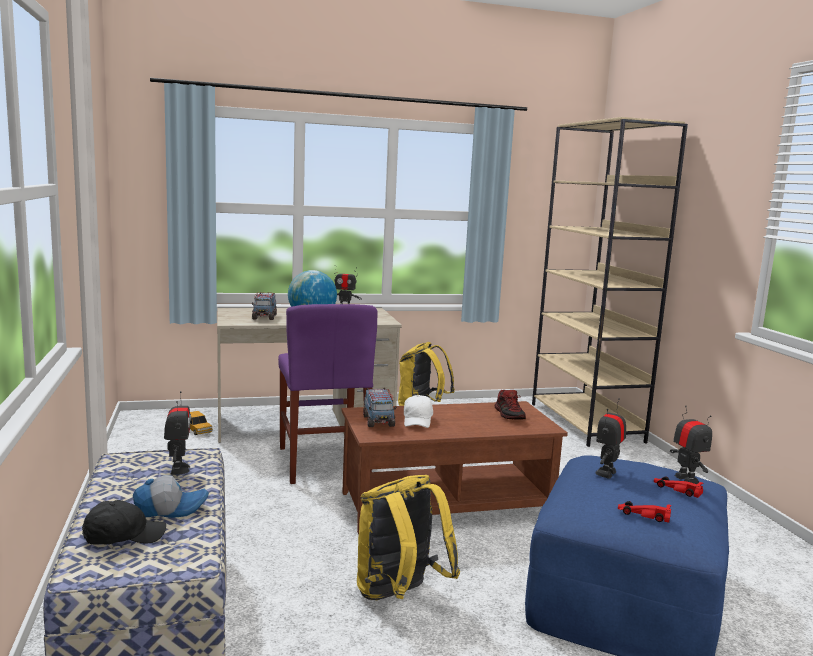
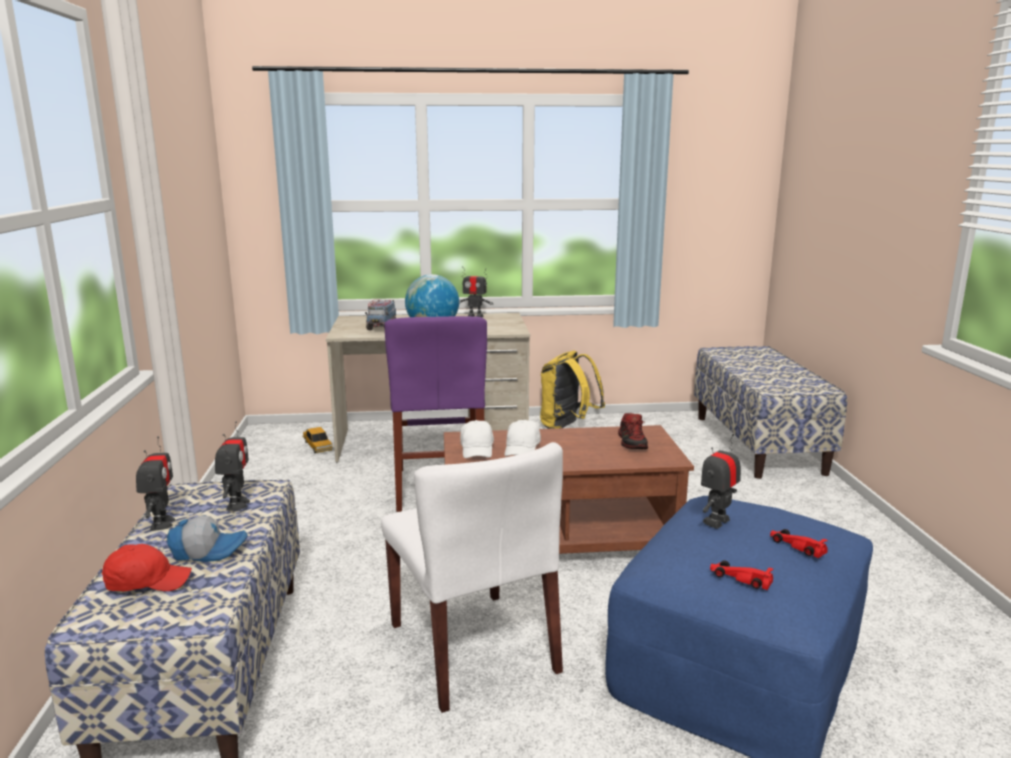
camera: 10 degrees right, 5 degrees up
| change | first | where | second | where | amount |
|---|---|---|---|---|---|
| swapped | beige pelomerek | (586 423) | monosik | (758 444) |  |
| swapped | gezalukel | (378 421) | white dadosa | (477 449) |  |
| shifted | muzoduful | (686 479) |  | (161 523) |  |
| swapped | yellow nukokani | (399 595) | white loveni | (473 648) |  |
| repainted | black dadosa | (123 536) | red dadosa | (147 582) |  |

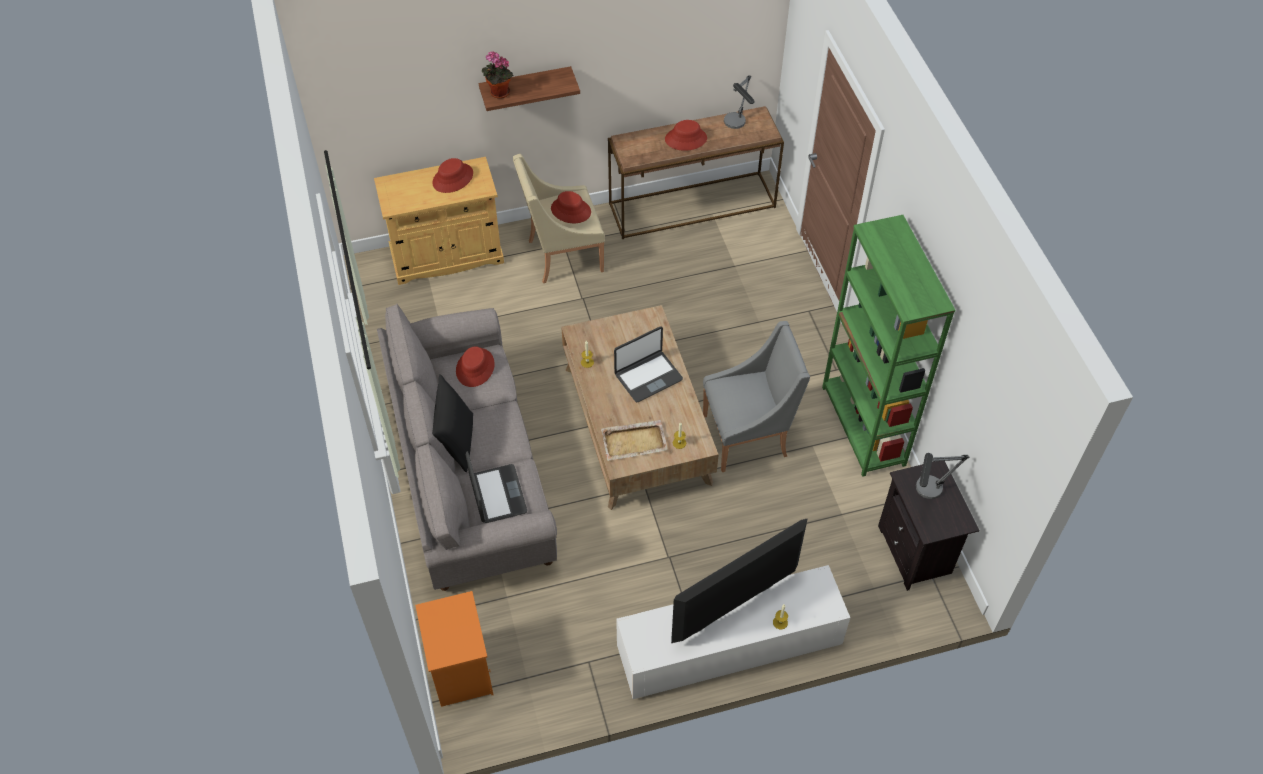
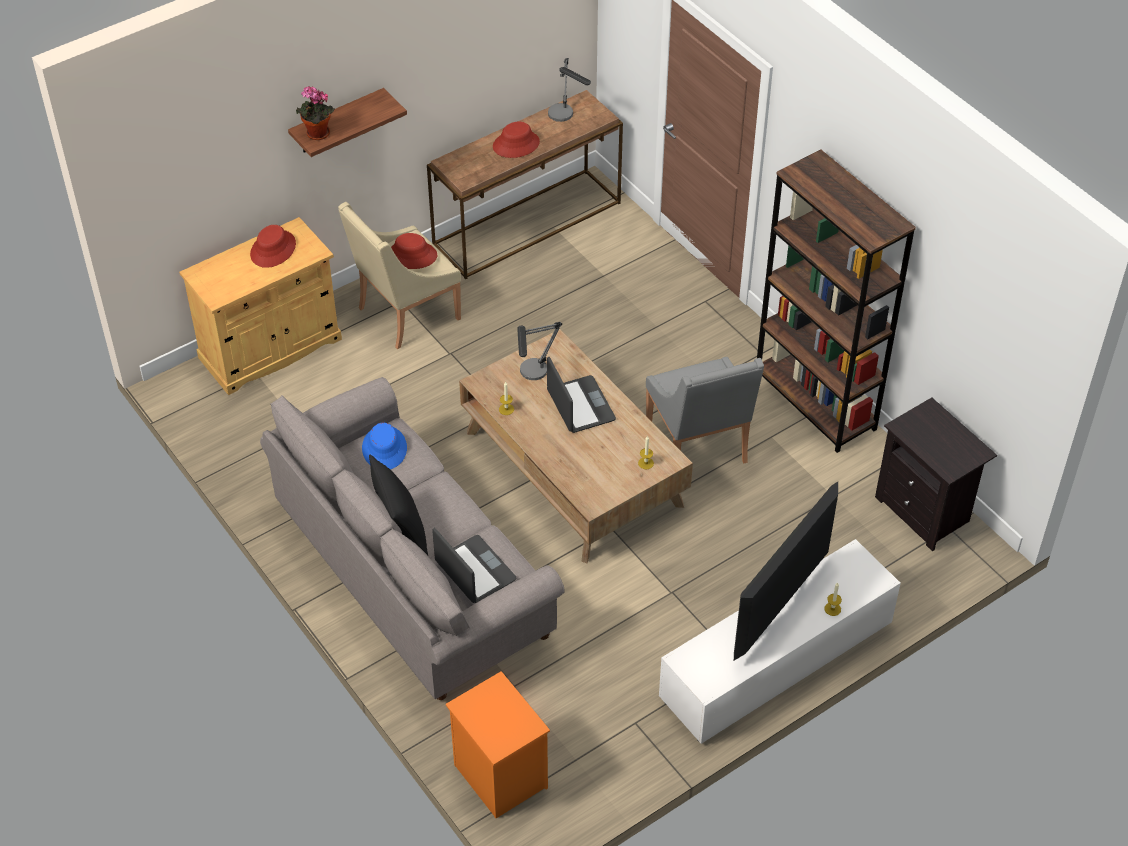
camera: 20 degrees left, 5 degrees down
| change | first | where | second | where | amount |
|---|---|---|---|---|---|
| repainted | green pelomerek | (863 426) | brown pelomerek | (815 402) |  |
| rotated | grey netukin | (748 435) |  | (699 446) | 105 degrees clockwise |
| rotated | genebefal | (648 376) |  | (580 406) | 60 degrees counterclockwise |
| repainted | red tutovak | (475 368) | blue tutovak | (384 448) |  |
| gone | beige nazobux | (635 441) |  |  |  |
| shifted | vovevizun | (926 494) |  | (532 376) |  |

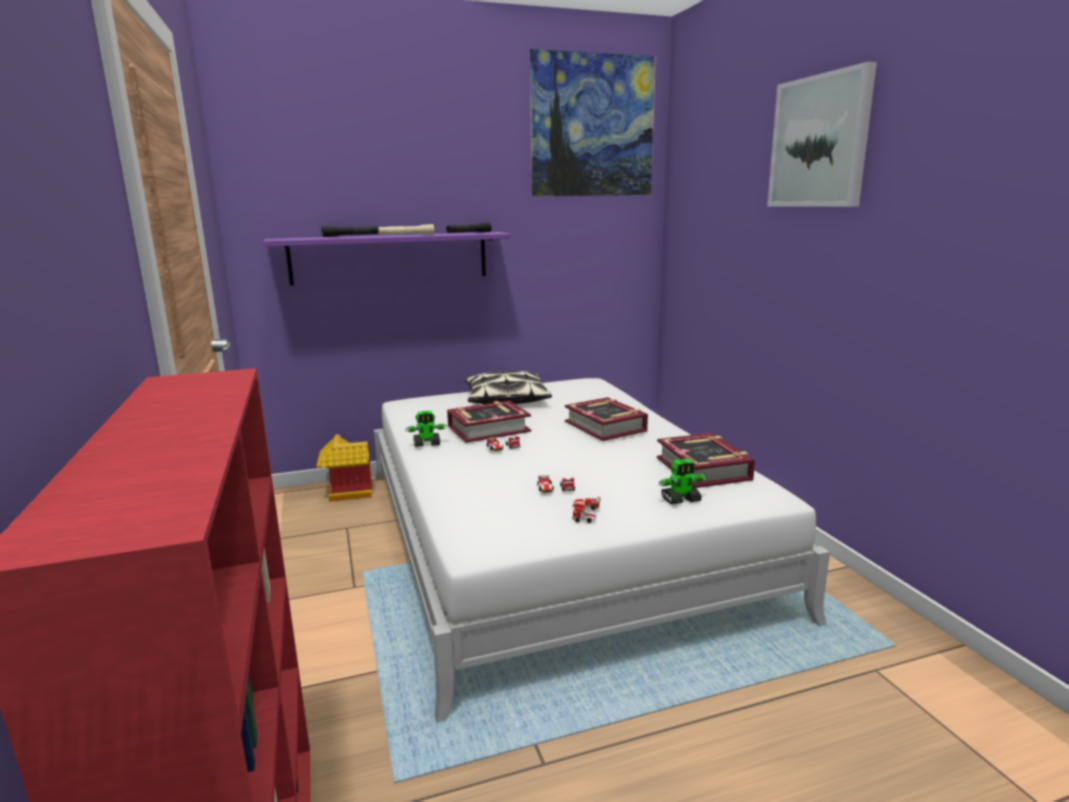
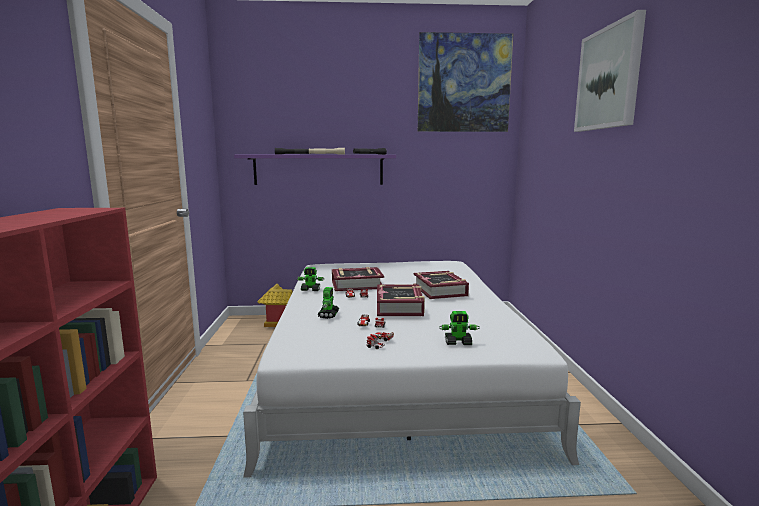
camera: 15 degrees right, 5 degrees down
| change | first | where | second | where | amount |
|---|---|---|---|---|---|
| gone | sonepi | (506 399) |  |  |  |
| shifted | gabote | (703 469) |  | (399 306) |  |
| new |  |  | muzoduful | (328 315) |  |

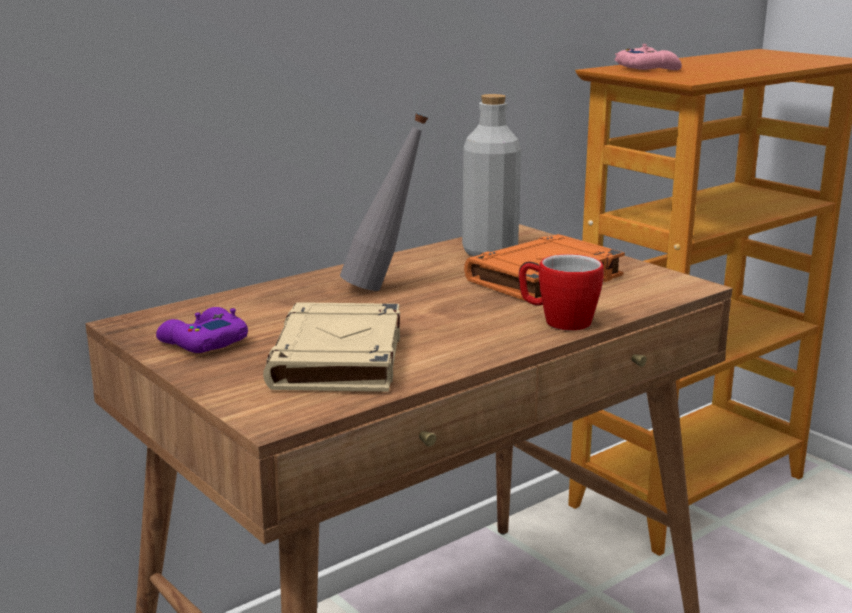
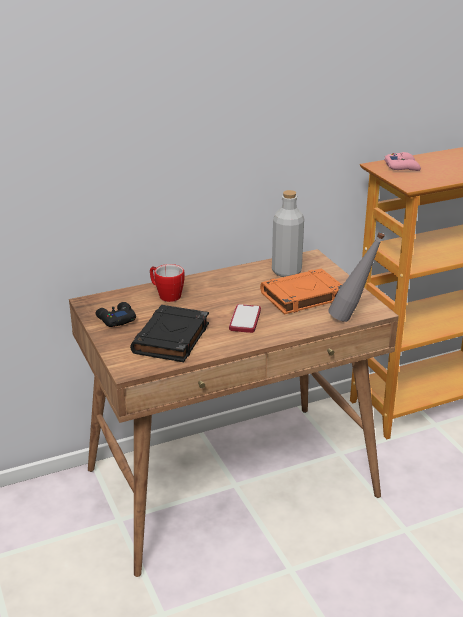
camera: 15 degrees right, 10 degrees up
| change | first | where | second | where | amount |
|---|---|---|---|---|---|
| shifted | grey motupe | (384 287) |  | (352 318) |  |
| shifted | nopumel | (558 321) |  | (166 295) |  |
| repainted | beige gabote | (338 359) | black gabote | (171 339) |  |
| repainted | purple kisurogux | (202 342) | black kisurogux | (116 319) |  |
| new |  |  | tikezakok | (245 320) |  |

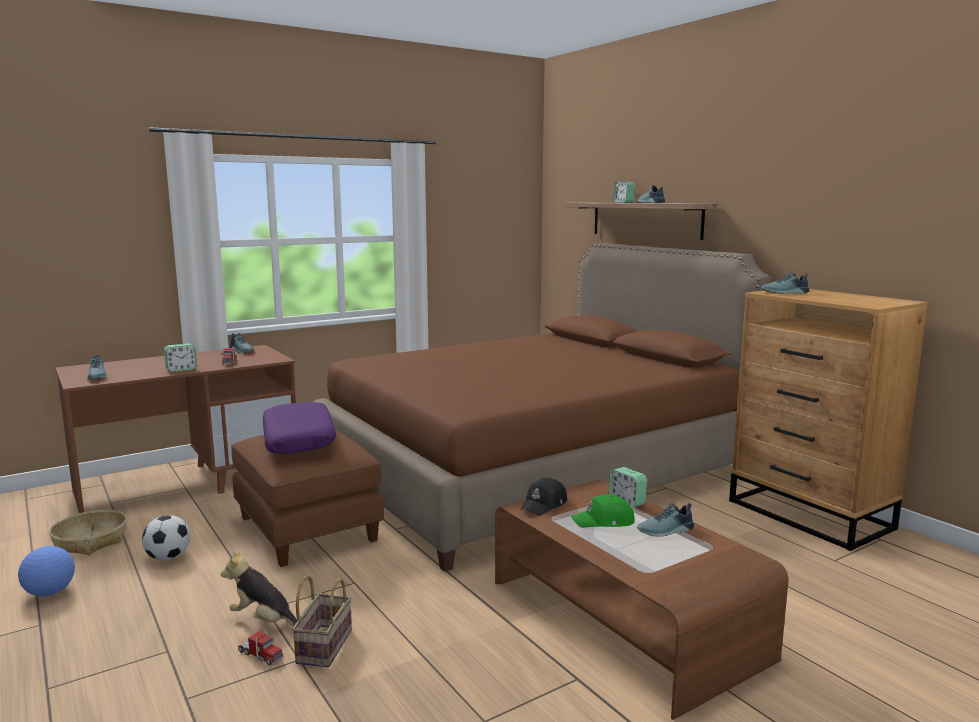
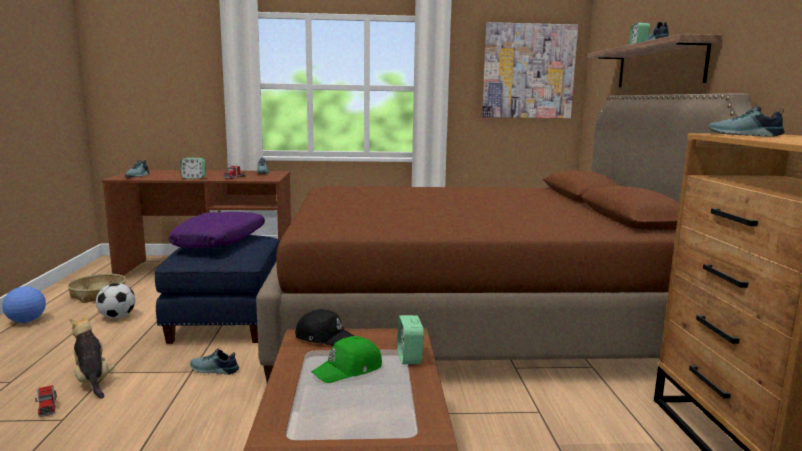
camera: 30 degrees right, 0 degrees up
| change | first | where | second | where | amount |
|---|---|---|---|---|---|
| repainted | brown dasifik | (309 528) | blue dasifik | (228 320) |  |
| rotated | black dadosa | (544 505) |  | (325 338) | 135 degrees counterclockwise |
| rotated | green dadosa | (604 521) |  | (349 370) | 60 degrees counterclockwise |
| shifted | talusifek | (666 531) |  | (213 370) |  |
| gone | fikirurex | (324 645) |  |  |  |
| new |  |  | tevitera | (528 71) |  |

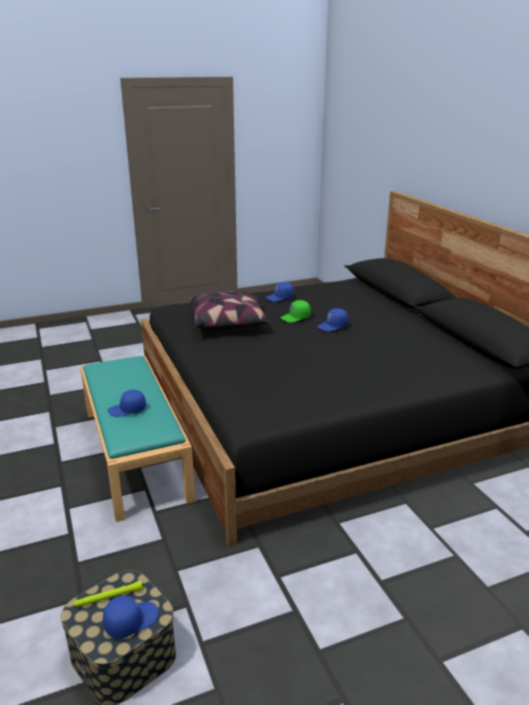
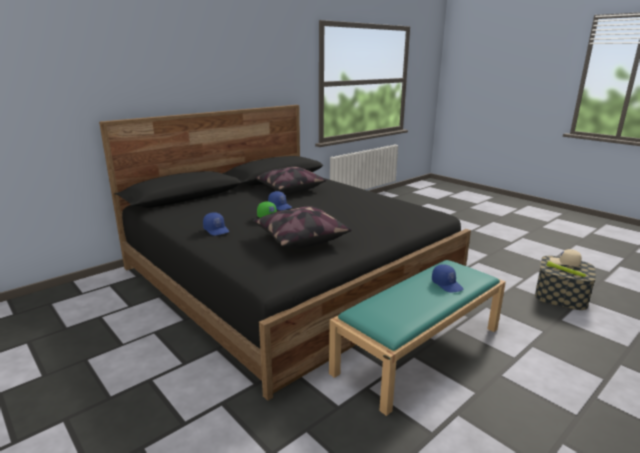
camera: 110 degrees left, 5 degrees down
| change | first | where | second | where | amount |
|---|---|---|---|---|---|
| repainted | blue dadosa | (131 620) | beige dadosa | (564 263) |  |
| new |  |  | sonepi | (289 189) |  |

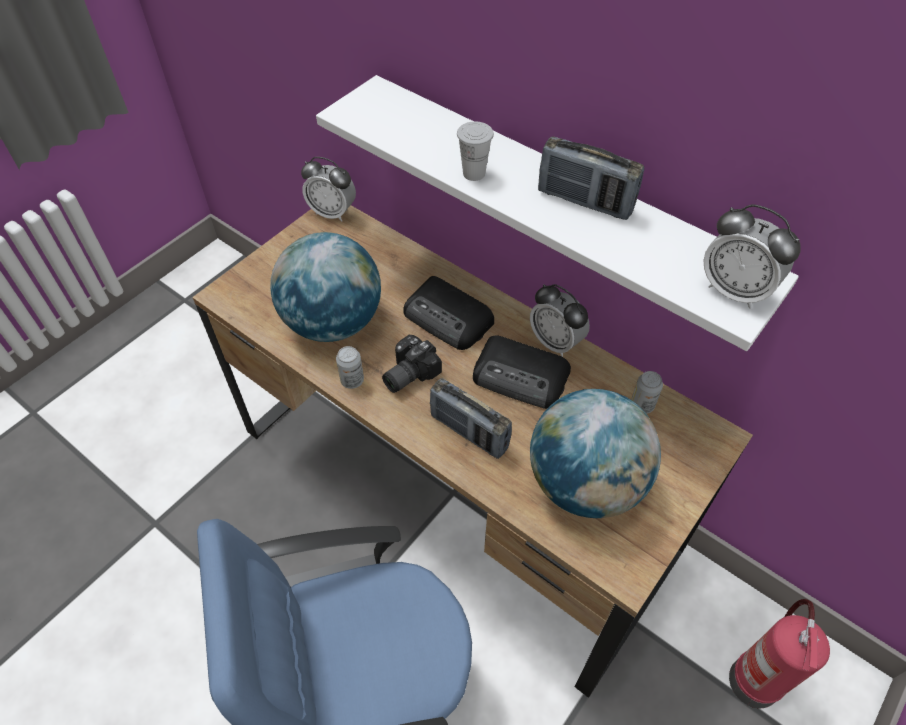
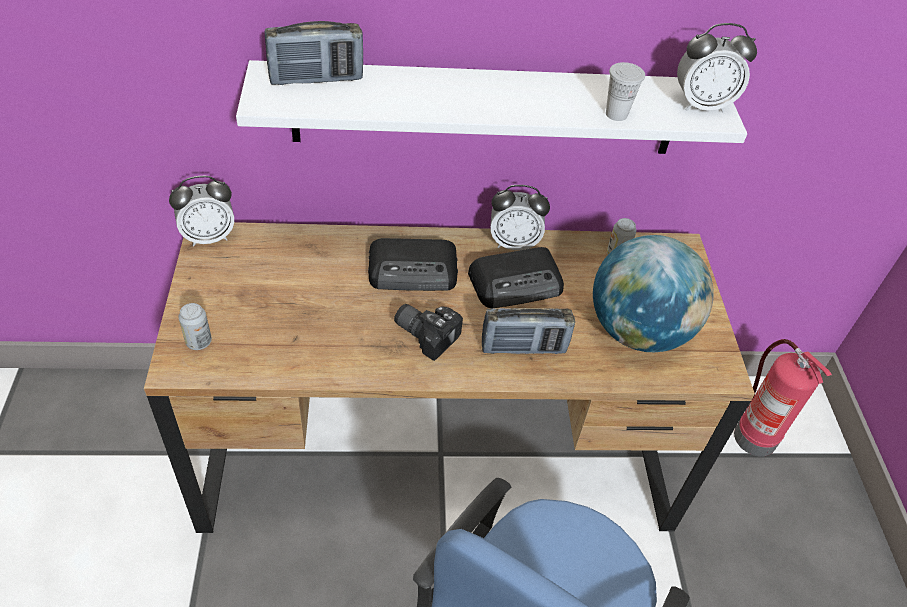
camera: 45 degrees left, 5 degrees down
| change | first | where | second | where | amount |
|---|---|---|---|---|---|
| shifted | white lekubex | (474 173) |  | (616 114) |  |
| shifted | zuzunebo | (585 201) |  | (316 79) |  |
| gone | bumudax | (333 322) |  |  |  |
| rotated | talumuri | (407 373) |  | (427 333) | 120 degrees clockwise |
| shifted | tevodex | (352 380) |  | (199 342) |  |

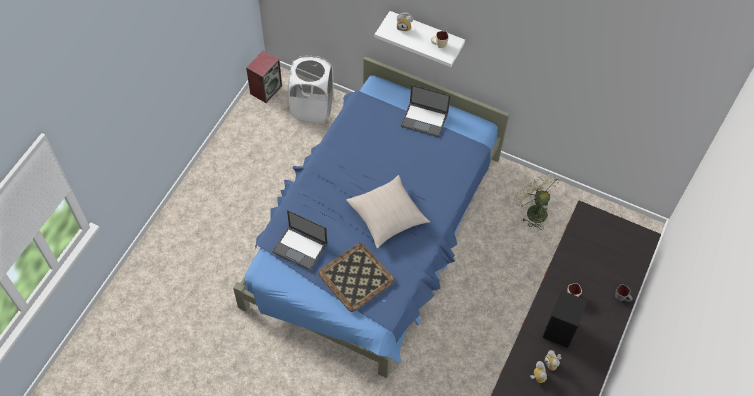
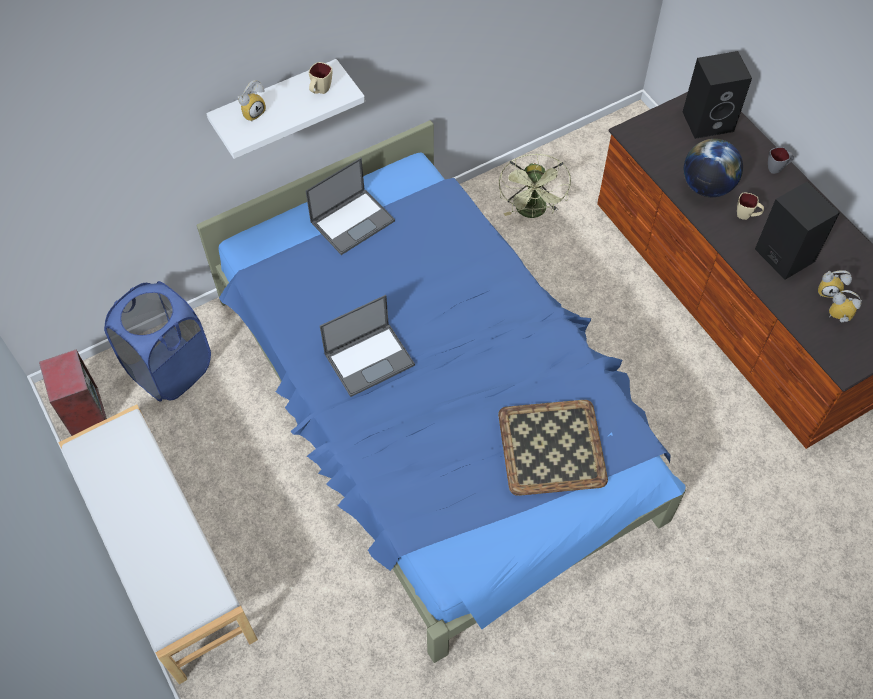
camera: 55 degrees left, 0 degrees up
| change | first | where | second | where | amount |
|---|---|---|---|---|---|
| repainted | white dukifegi | (312 108) | blue dukifegi | (170 369) |  |
| rotated | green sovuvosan | (533 211) |  | (532 212) | 90 degrees counterclockwise |
| gone | beige sonepi | (387 216) |  |  |  |
| shifted | genebefal | (300 248) |  | (370 359) |  |
| new |  |  | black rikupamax | (708 120) |  |
| new |  |  | bumudax | (707 186) |  |
| new |  |  | white monosik | (166 557) |  |

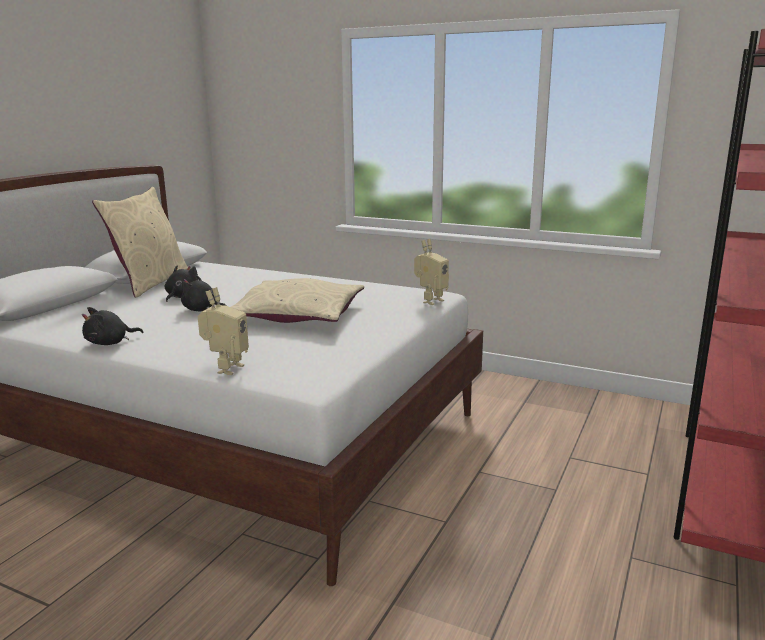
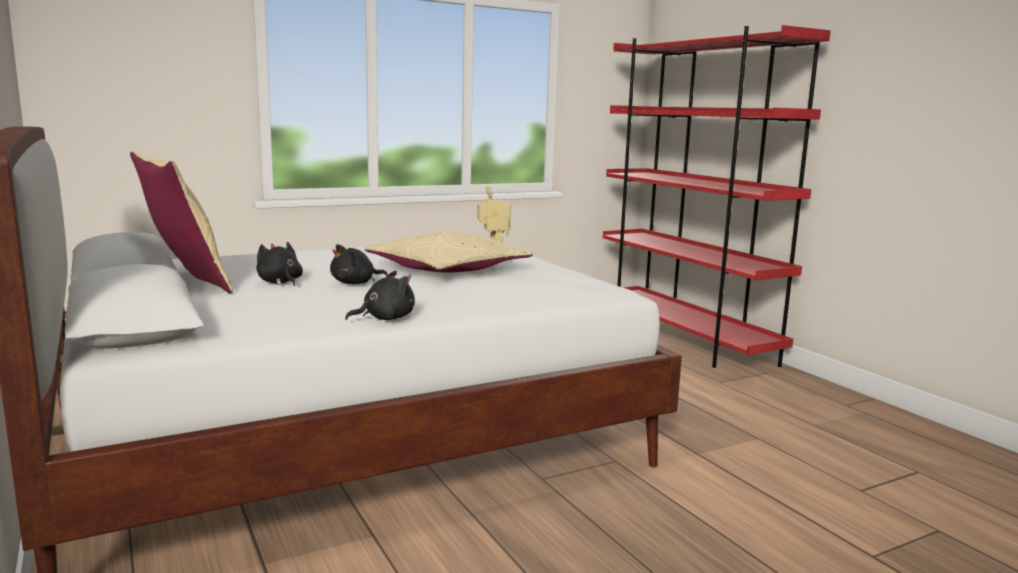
camera: 55 degrees left, 5 degrees down
| change | first | where | second | where | amount |
|---|---|---|---|---|---|
| gone | muzoduful | (226 369) |  |  |  |
| rotated | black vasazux | (110 343) |  | (385 318) | 120 degrees counterclockwise |

